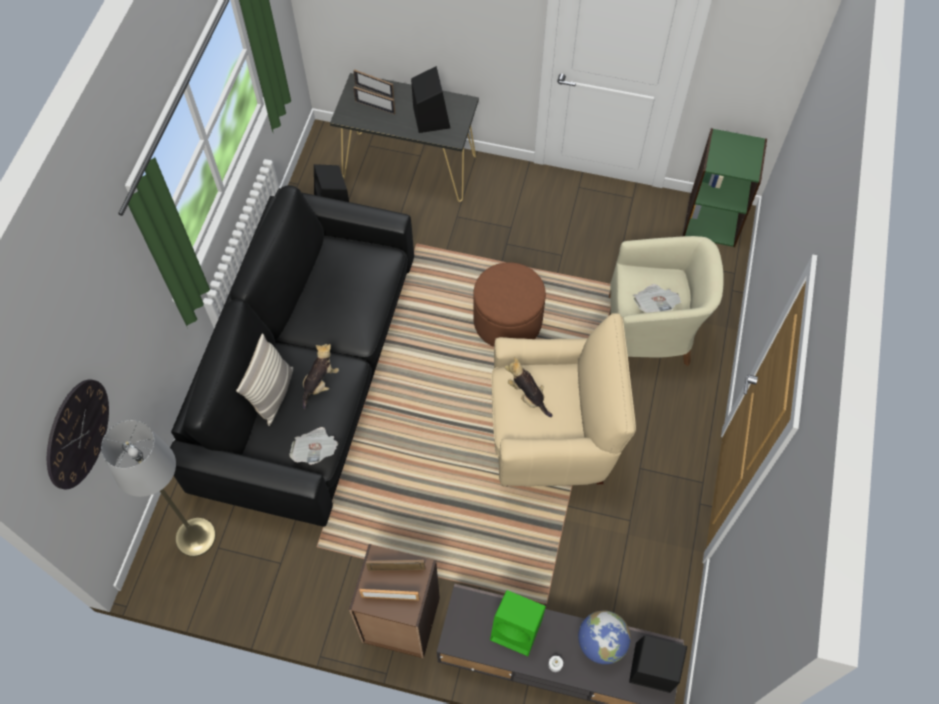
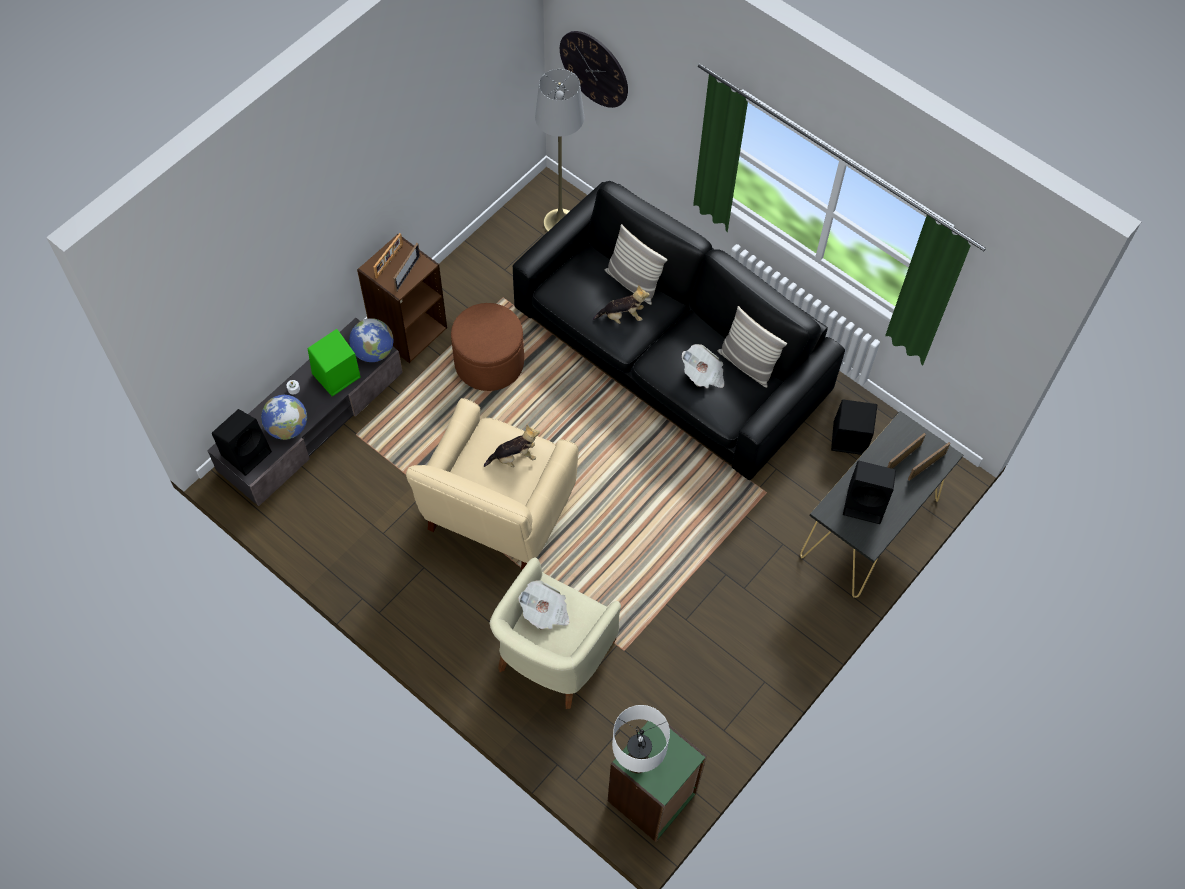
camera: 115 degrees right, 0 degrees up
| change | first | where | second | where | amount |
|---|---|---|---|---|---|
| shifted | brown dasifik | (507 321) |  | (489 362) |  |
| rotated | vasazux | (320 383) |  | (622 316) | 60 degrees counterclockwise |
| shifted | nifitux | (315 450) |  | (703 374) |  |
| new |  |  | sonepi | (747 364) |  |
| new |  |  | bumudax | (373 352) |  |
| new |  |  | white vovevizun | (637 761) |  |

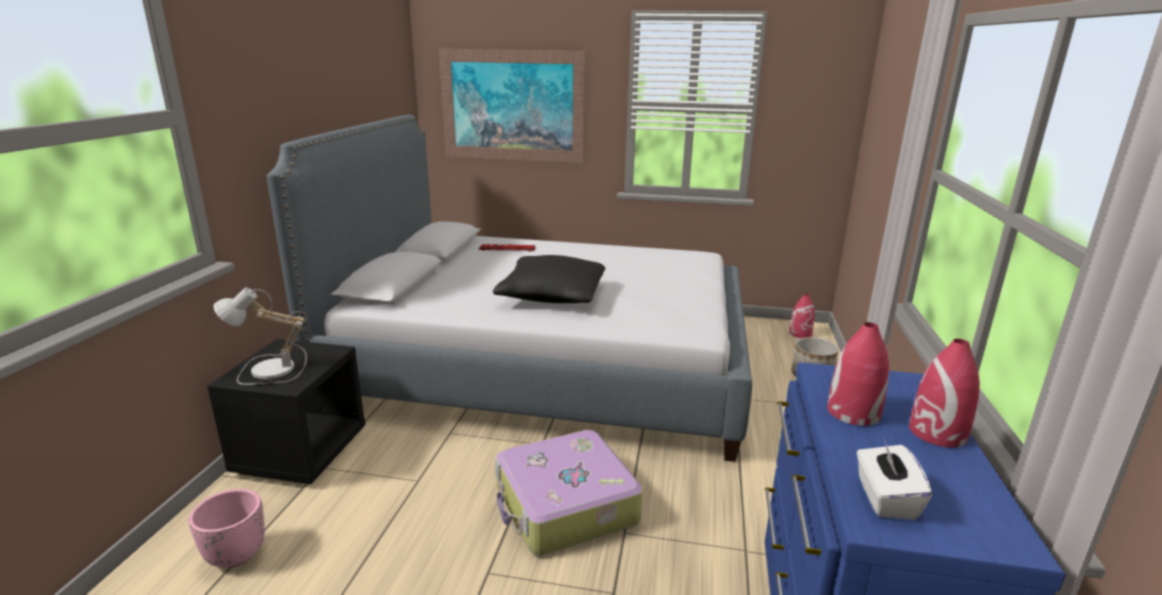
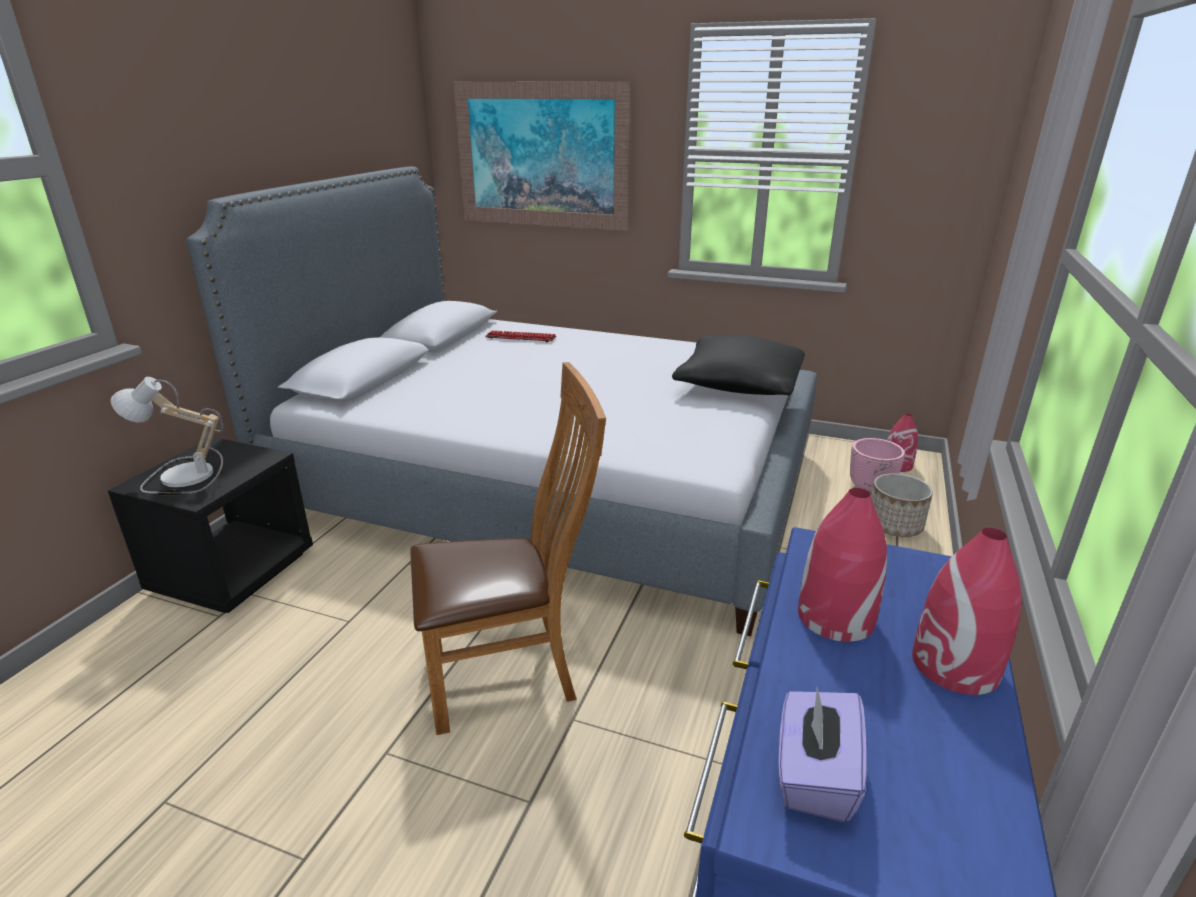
camera: 10 degrees right, 5 degrees up
| change | first | where | second | where | amount |
|---|---|---|---|---|---|
| shifted | black sonepi | (552 296) |  | (739 385) |  |
| swapped | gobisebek | (565 506) | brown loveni | (510 674) |  |
| repainted | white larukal | (885 498) | purple larukal | (814 776) |  |
| shifted | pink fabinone | (236 555) |  | (870 488) |  |

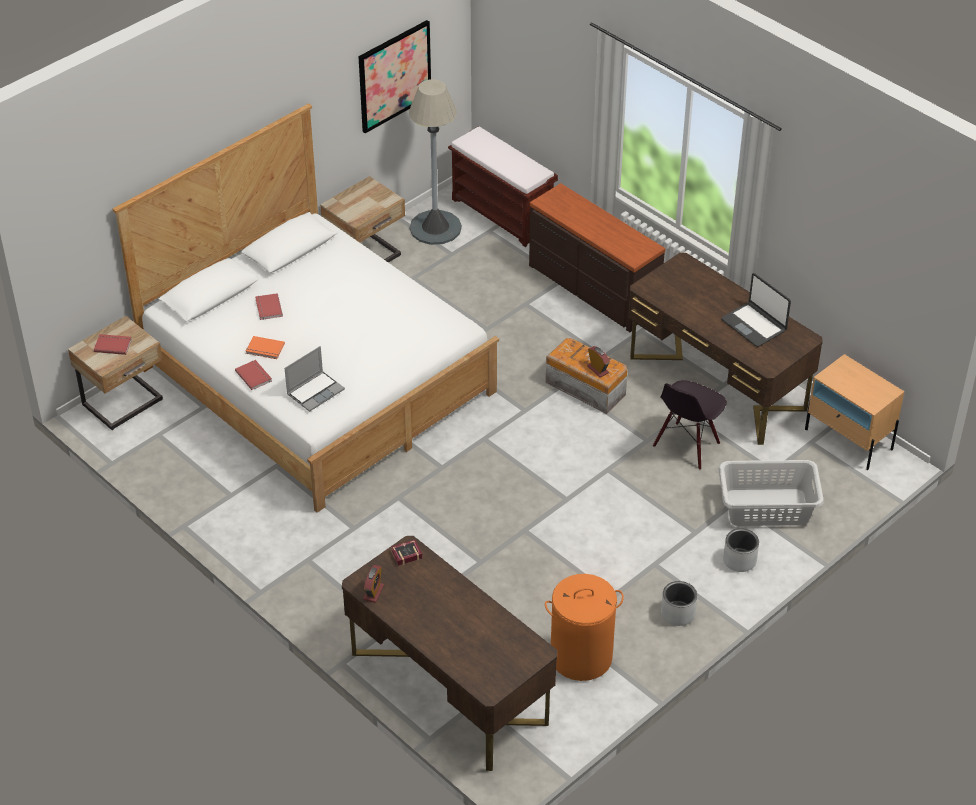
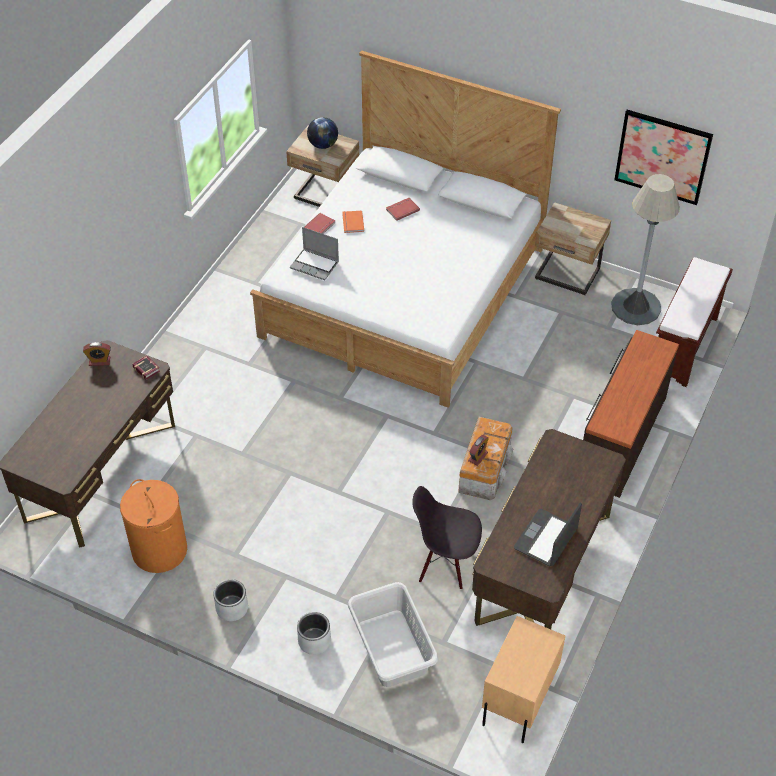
camera: 70 degrees right, 5 degrees up
| change | first | where | second | where | amount |
|---|---|---|---|---|---|
| swapped | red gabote | (113 345) | bumudax | (323 145) |  |

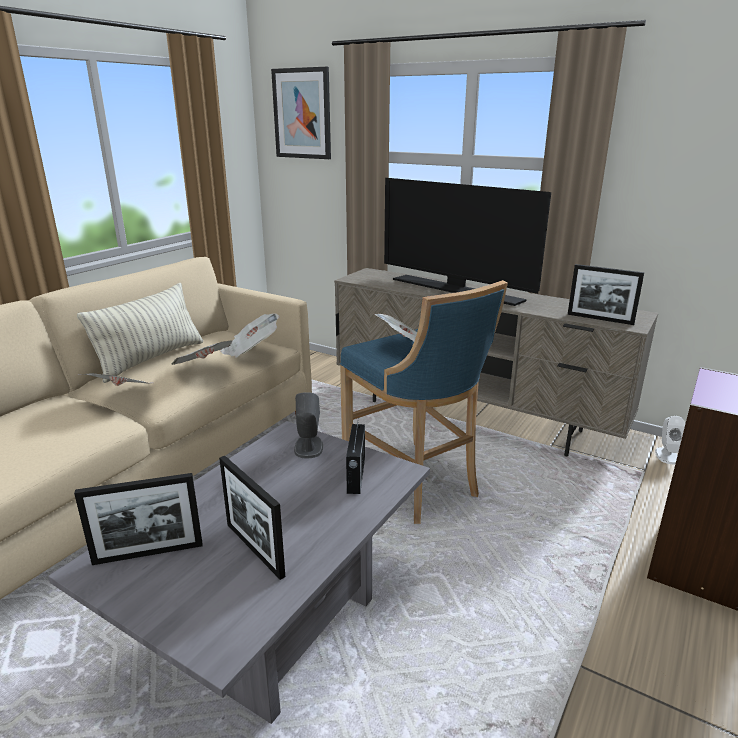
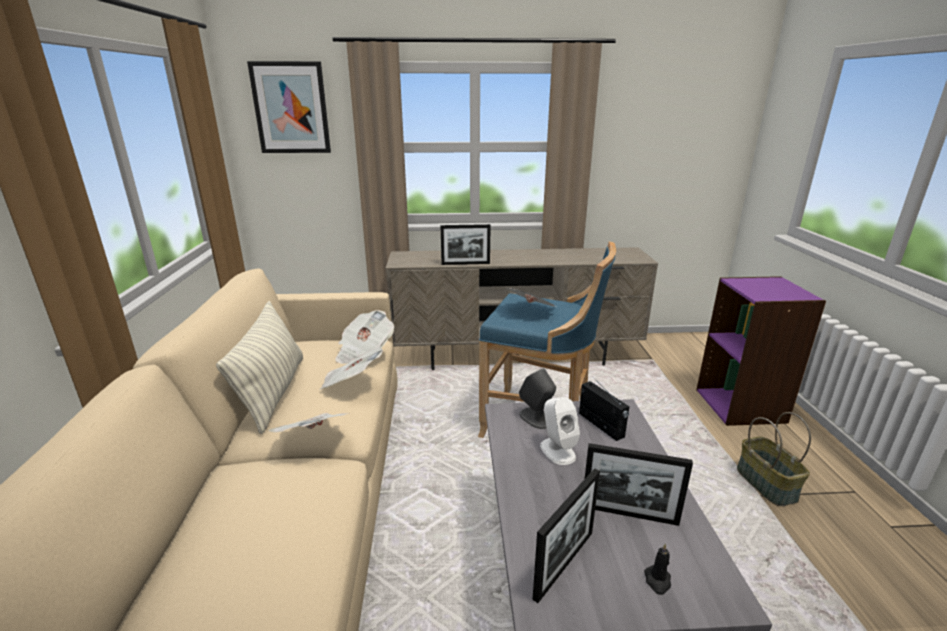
camera: 35 degrees left, 0 degrees up
| change | first | where | second | where | amount |
|---|---|---|---|---|---|
| gone | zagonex | (457 290) |  |  |  |
| shifted | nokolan | (600 319) |  | (465 263) |  |
| shifted | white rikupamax | (667 455) |  | (557 450) |  |
| new |  |  | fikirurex | (767 484) |  |
| new |  |  | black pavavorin | (657 581) |  |

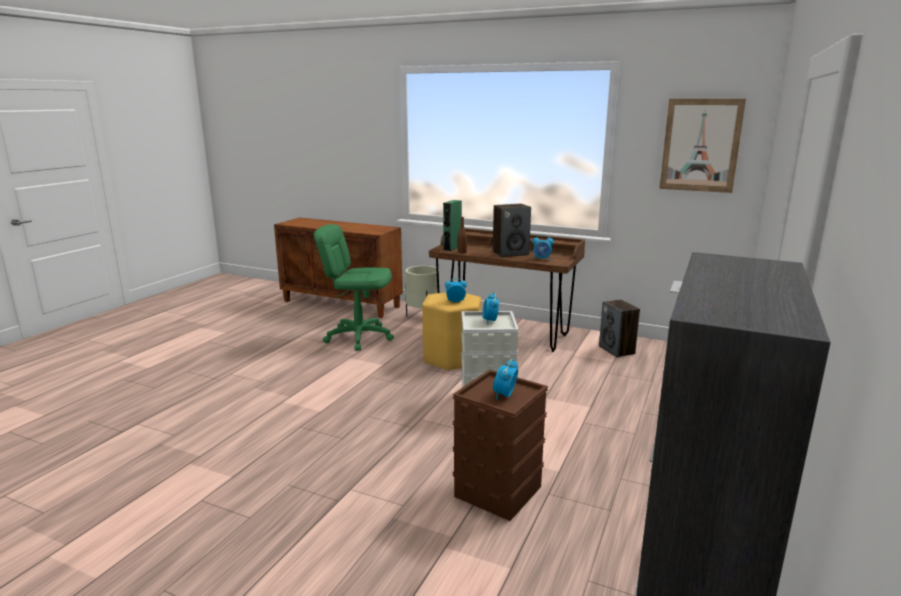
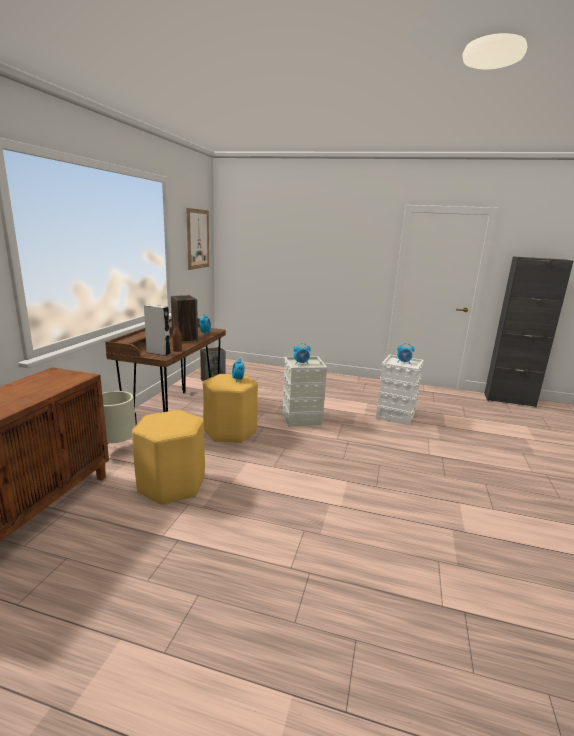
camera: 100 degrees left, 0 degrees up
| change | first | where | second | where | amount |
|---|---|---|---|---|---|
| repainted | green rikupamax | (452 248) | grey rikupamax | (158 353) |  |
| swapped | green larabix | (359 337) | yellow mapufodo | (171 485) |  |
| repainted | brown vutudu | (498 492) | white vutudu | (396 415) |  |

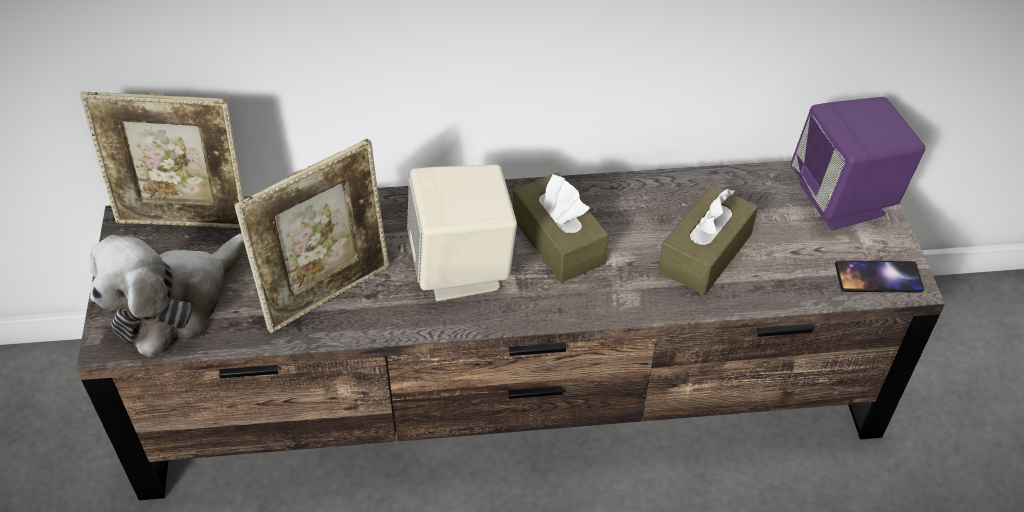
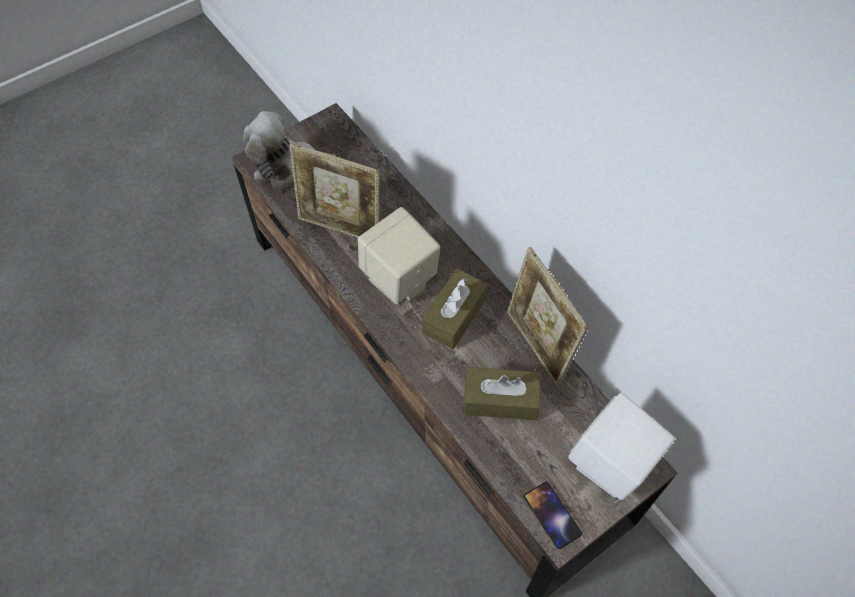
camera: 60 degrees right, 10 degrees up
| change | first | where | second | where | amount |
|---|---|---|---|---|---|
| shifted | nokolan | (186 220) |  | (537 346) |  |
| repainted | purple rikupamax | (843 200) | white rikupamax | (611 465) |  |

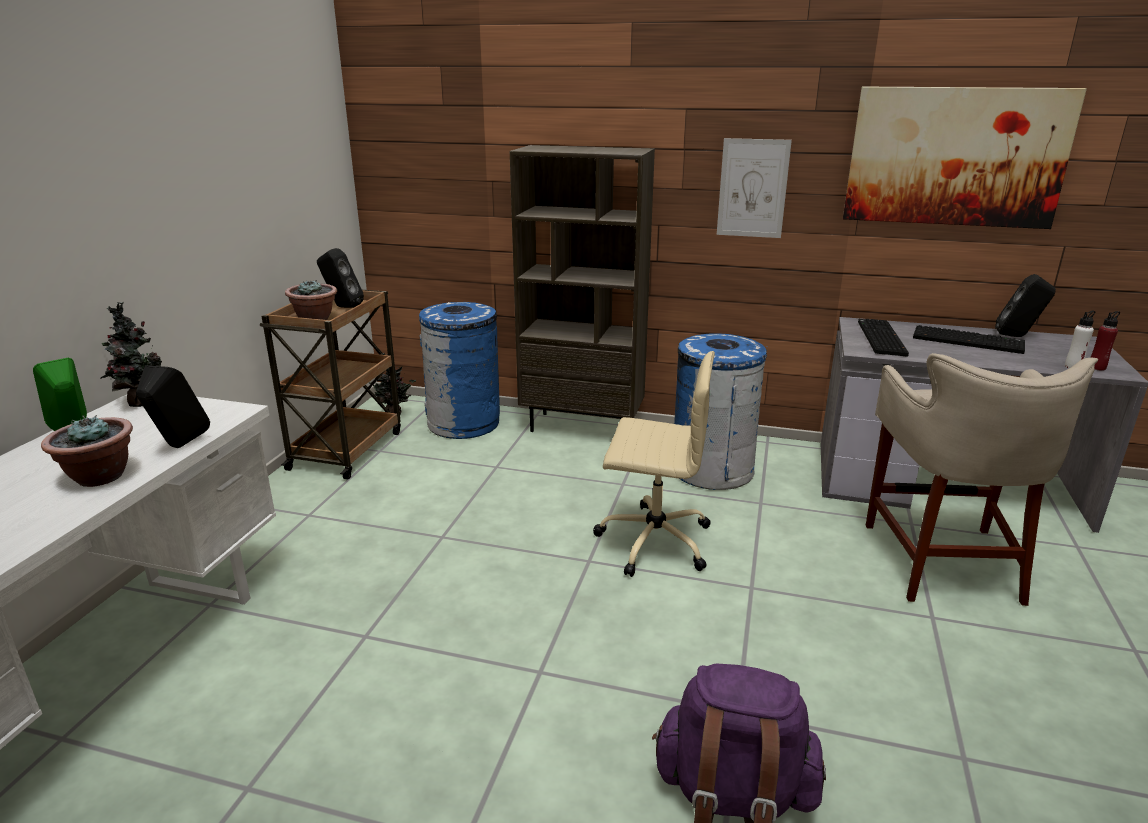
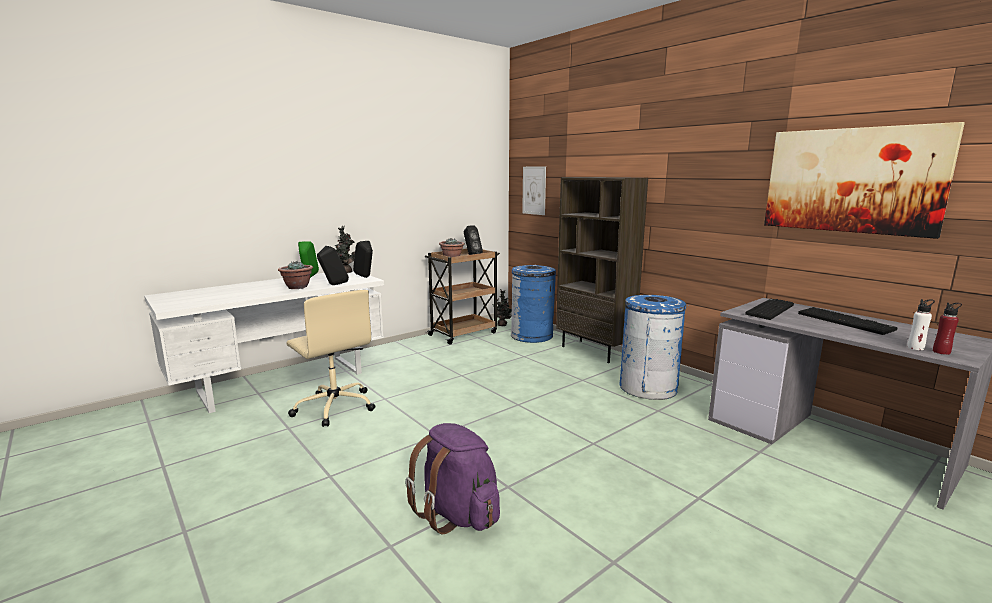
camera: 35 degrees right, 10 degrees down
| change | first | where | second | where | amount |
|---|---|---|---|---|---|
| shifted | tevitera | (752 188) |  | (534 190) |  |
| shifted | black rikupamax | (1017 336) |  | (365 277) |  |
| shifted | beige larabix | (652 540) |  | (334 407) |  |
| gone | beige mapufodo | (944 561) |  |  |  |

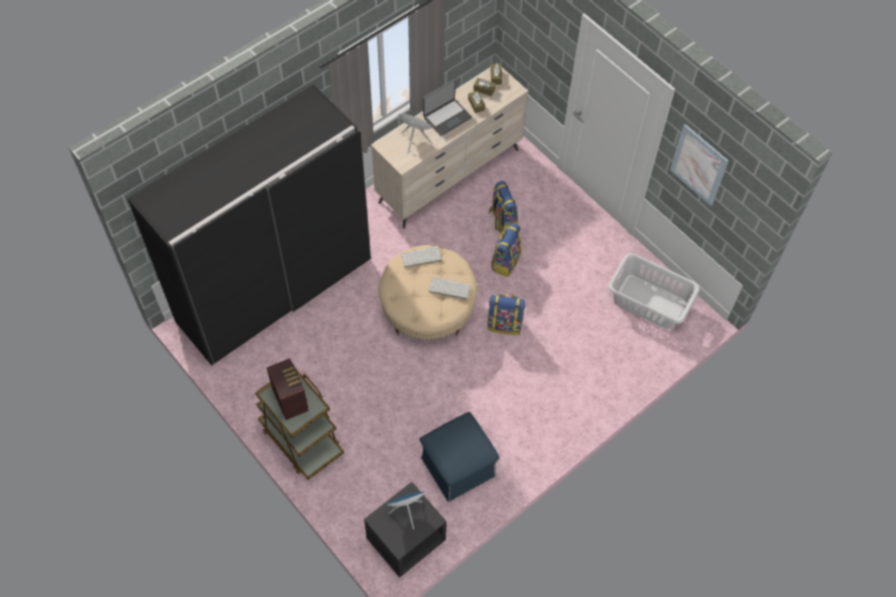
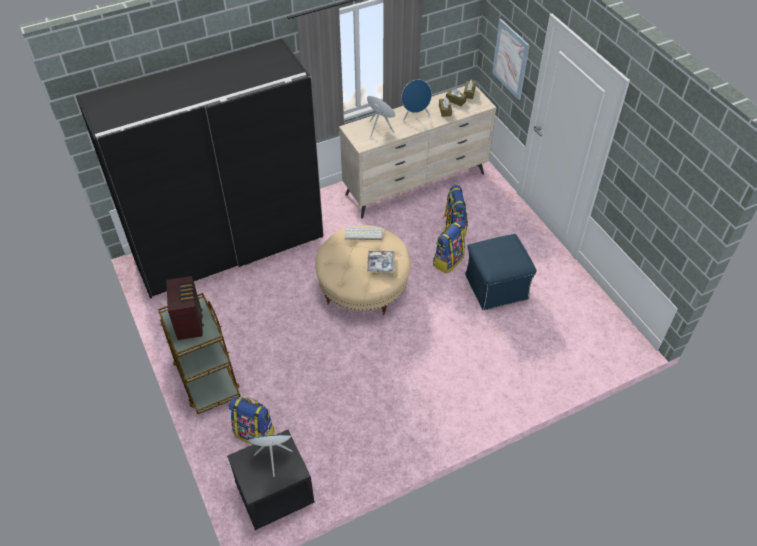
camera: 15 degrees right, 10 degrees down
| change | first | where | second | where | amount |
|---|---|---|---|---|---|
| swapped | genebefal | (447 117) | blue rikupamax | (415 116) |  |
| shifted | tevitera | (699 165) |  | (510 59) |  |
| gone | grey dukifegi | (649 302) |  |  |  |
| swapped | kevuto | (448 289) | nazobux | (381 264) |  |
| shifted | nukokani | (505 324) |  | (255 433) |  |
| shifted | blue dasifik | (457 467) |  | (495 287) |  |

